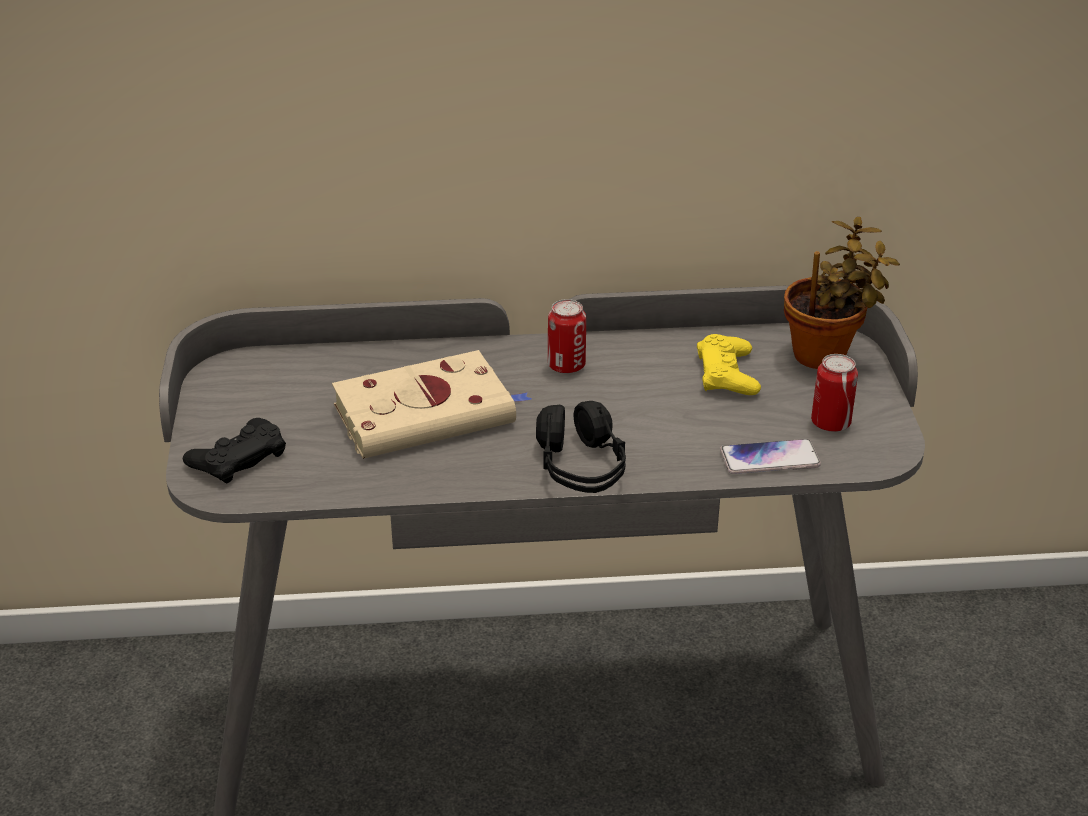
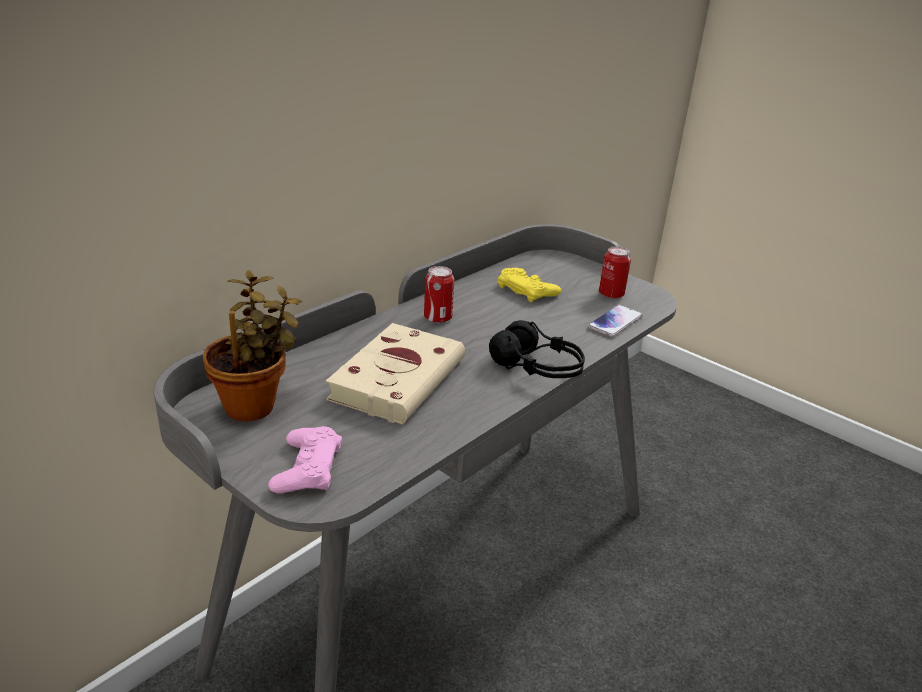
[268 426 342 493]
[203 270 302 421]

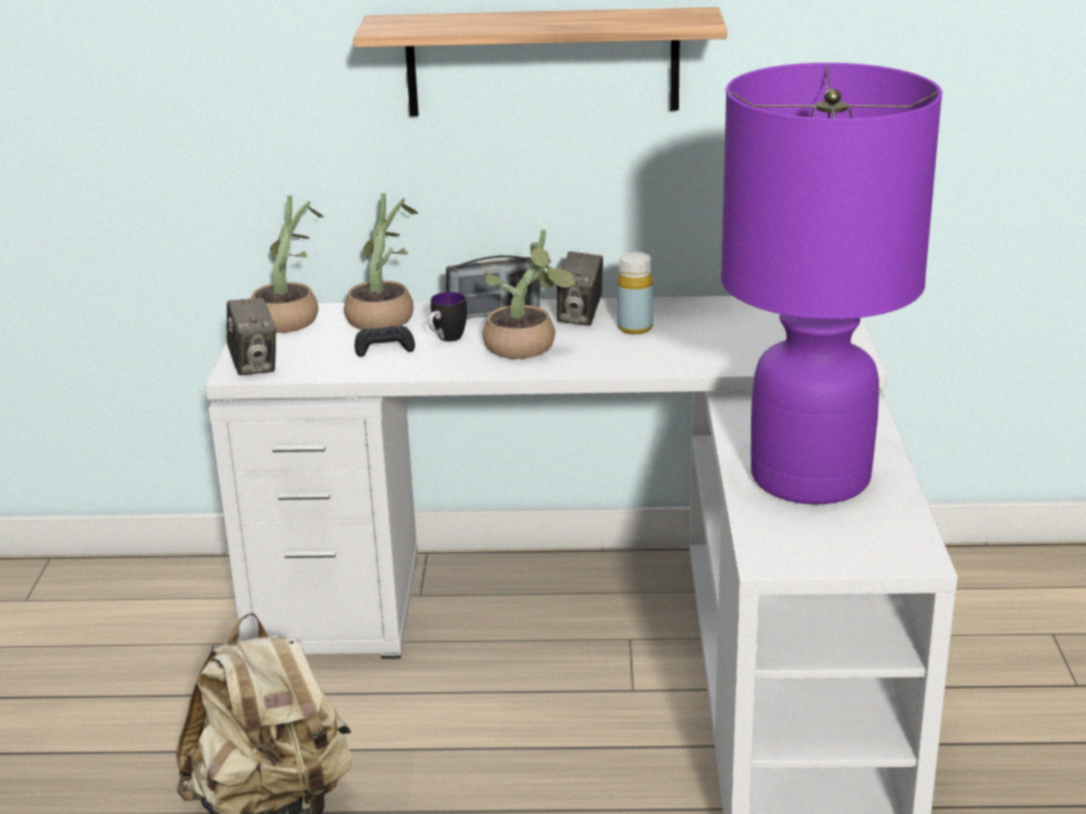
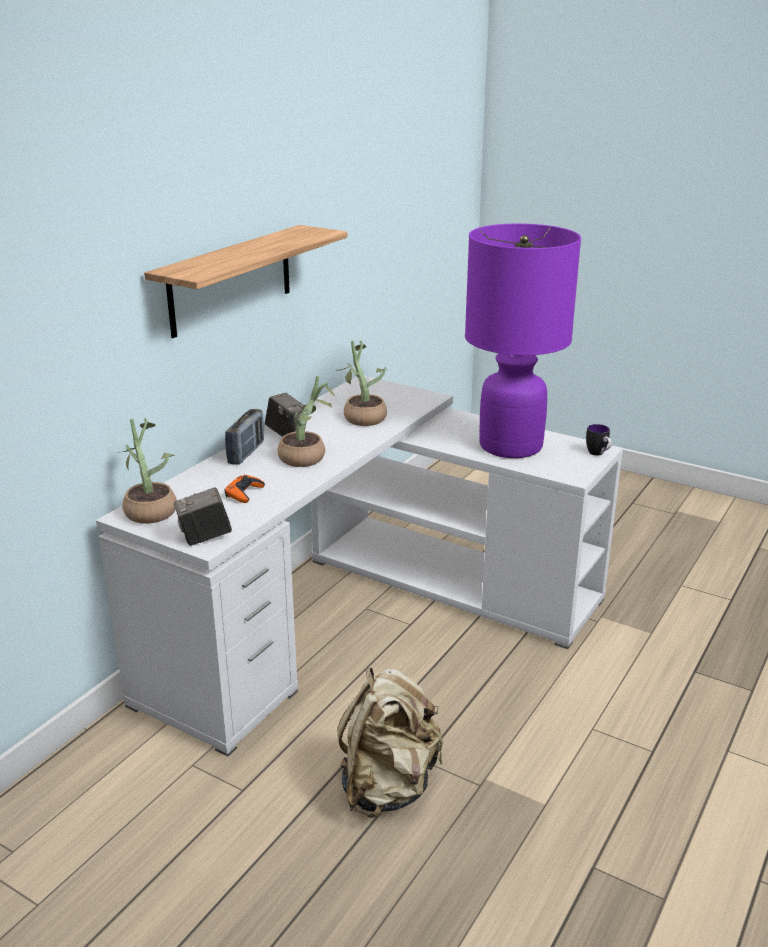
[174 487 232 546]
[340 341 387 426]
[224 475 265 503]
[586 424 612 456]
[617 252 653 334] (first image)

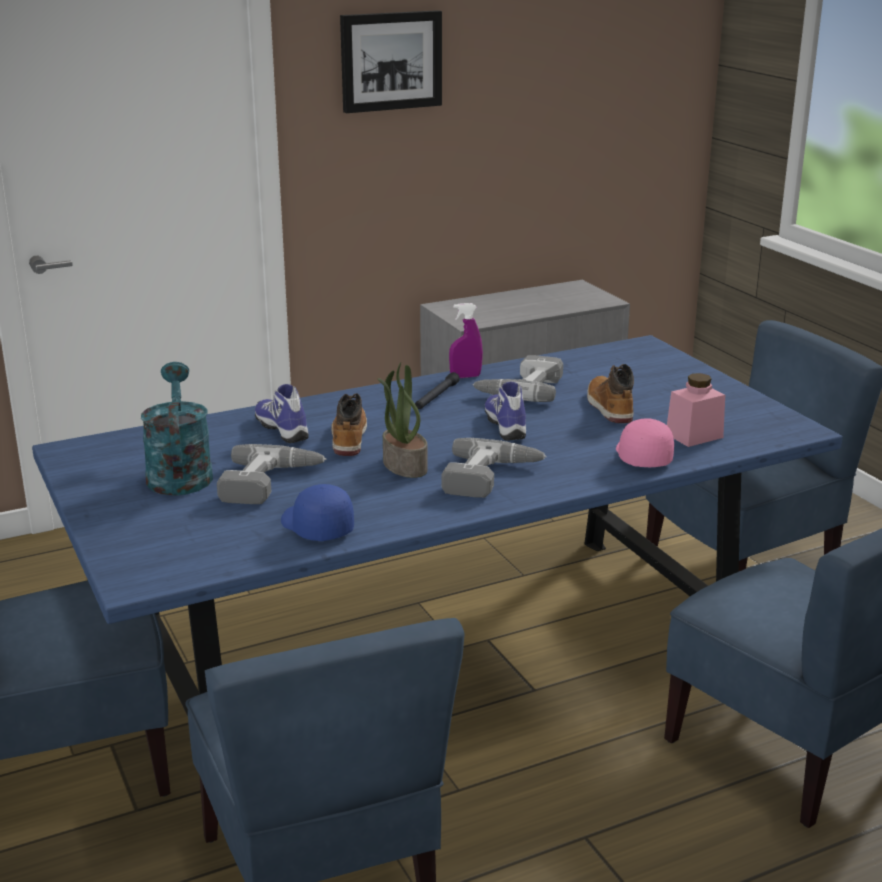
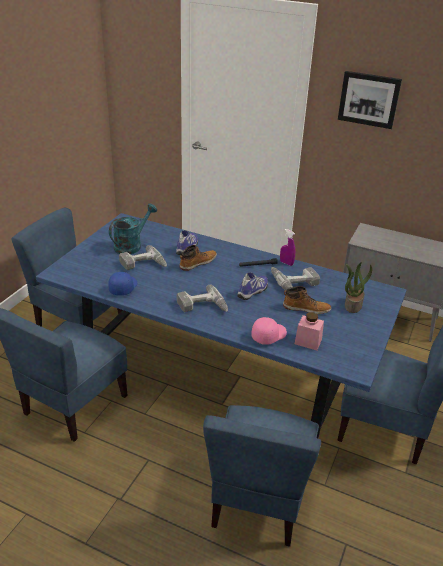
[345 262 372 313]
[283 286 331 314]

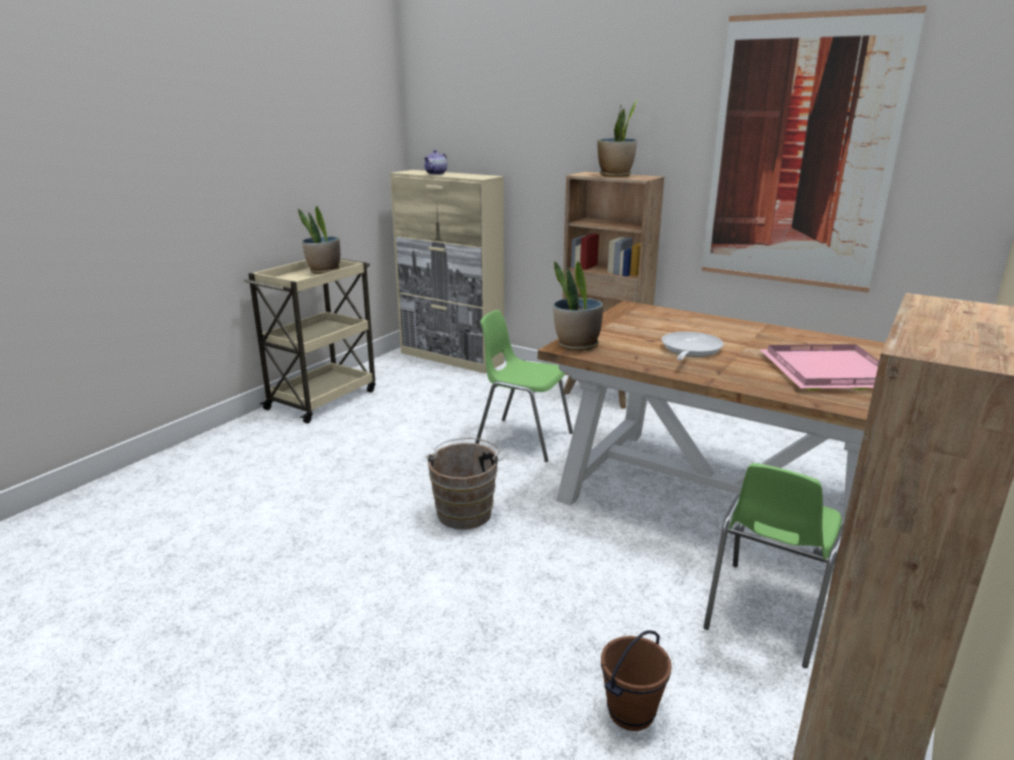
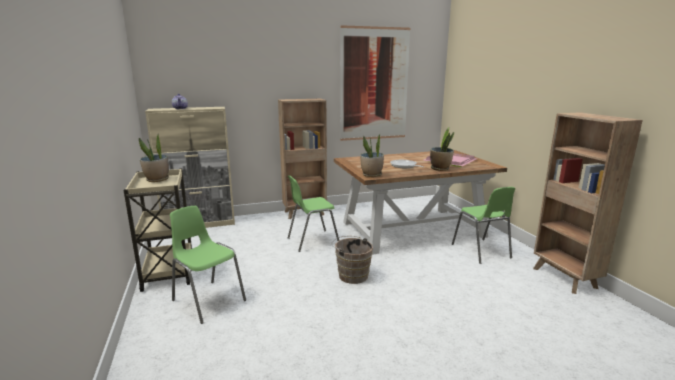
[430 127 454 171]
[601 630 672 731] (first image)
[170 206 246 324]

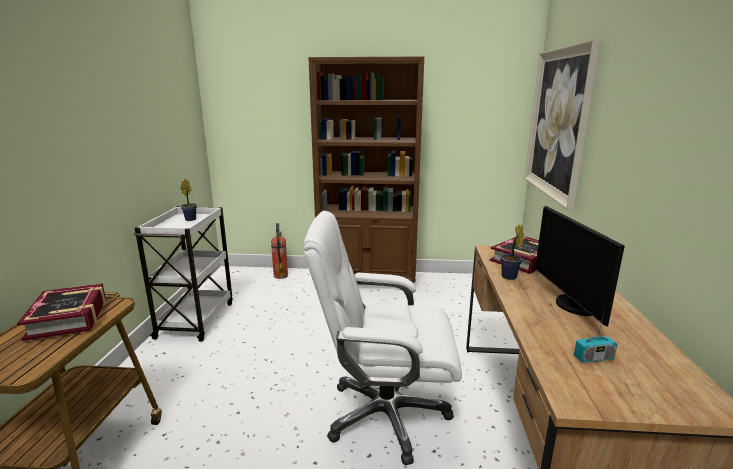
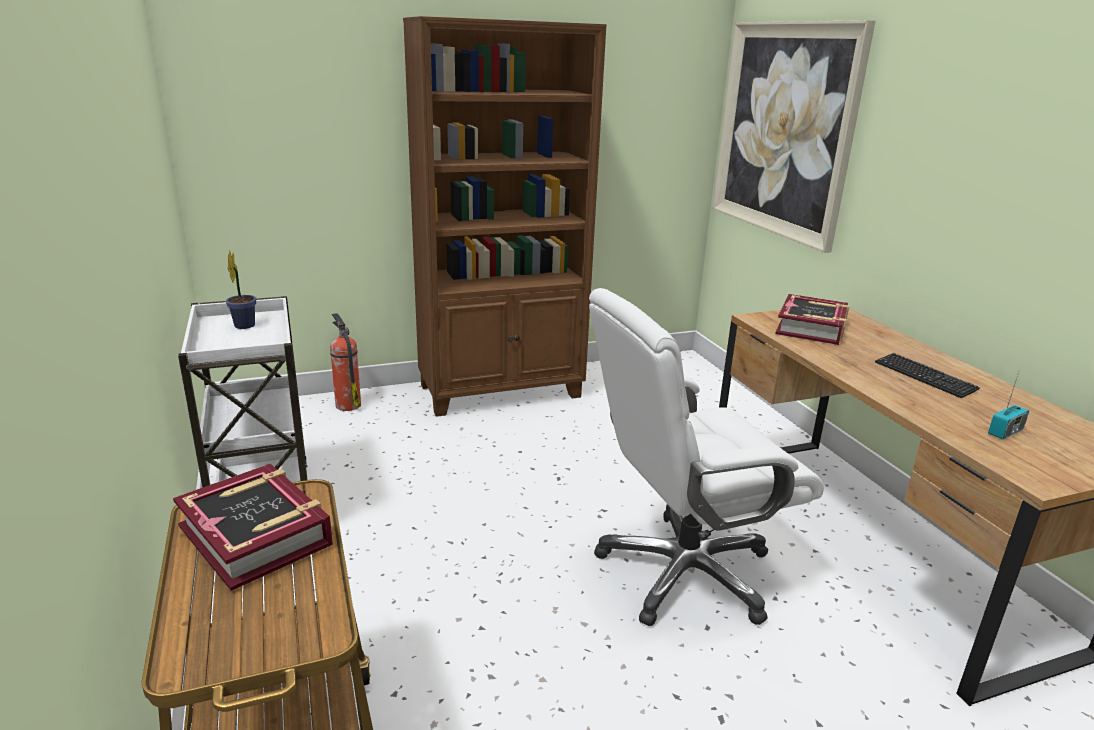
[500 224 524 280] (first image)
[875 353 980 398]

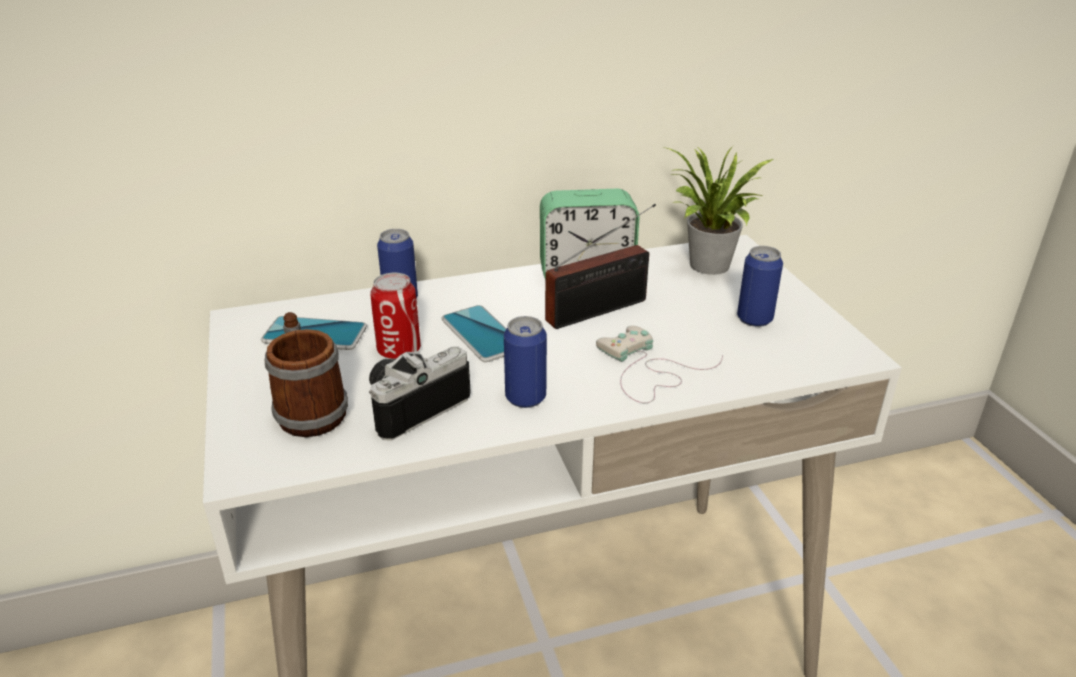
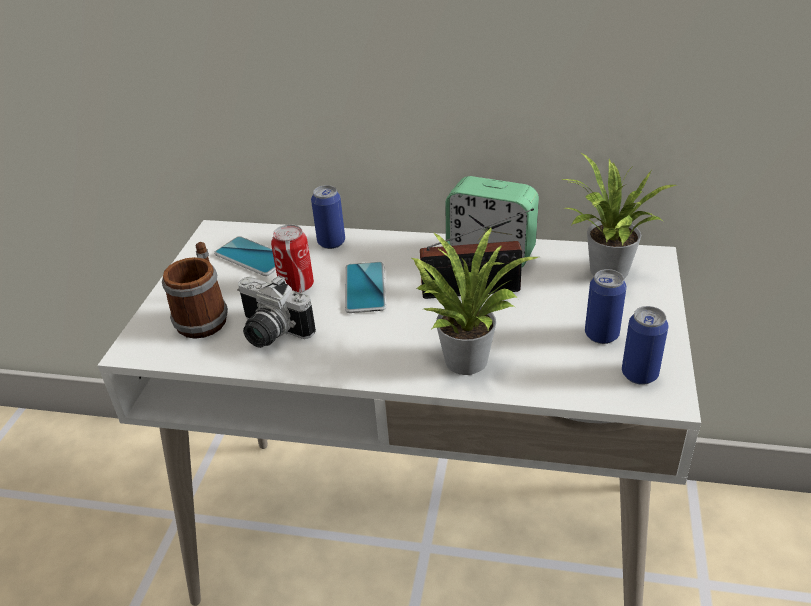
[237 276 316 348]
[622 306 669 385]
[410 227 538 375]

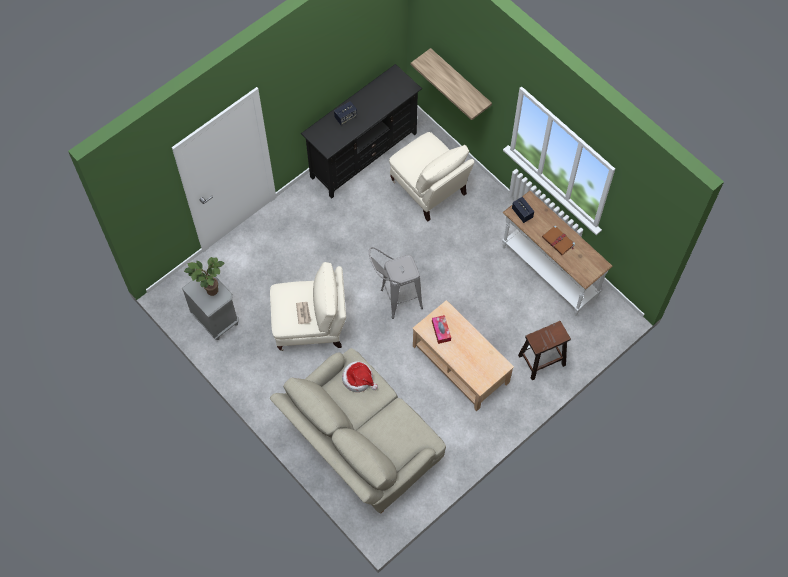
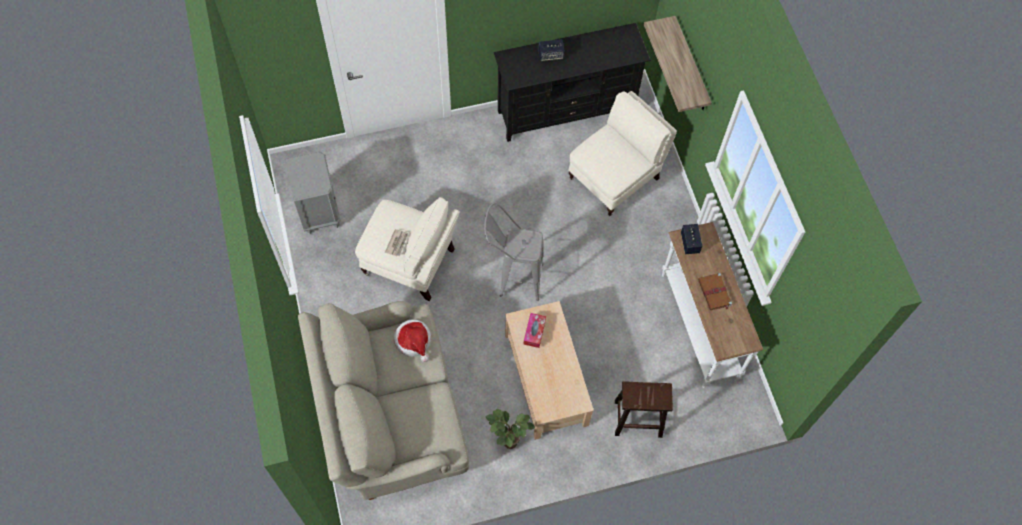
[486 409 535 449]
[568 91 677 216]

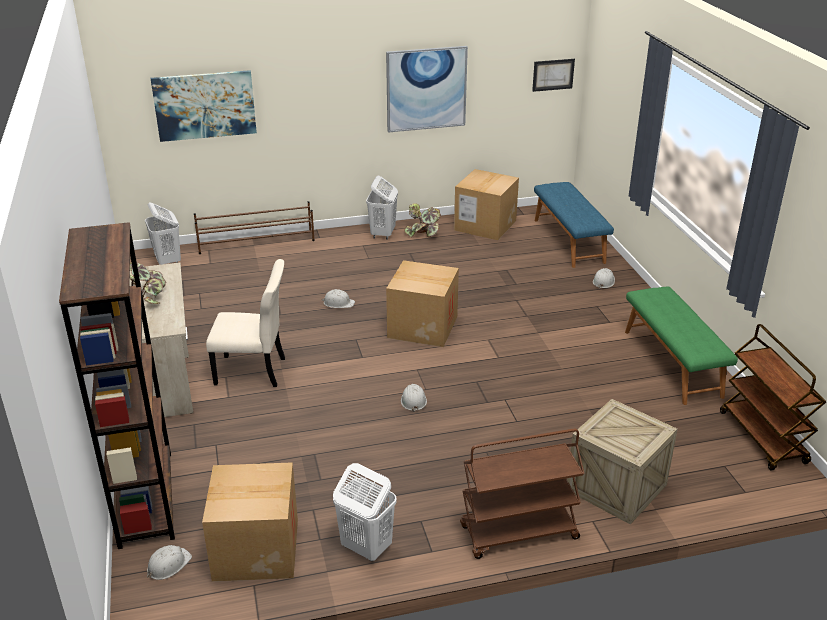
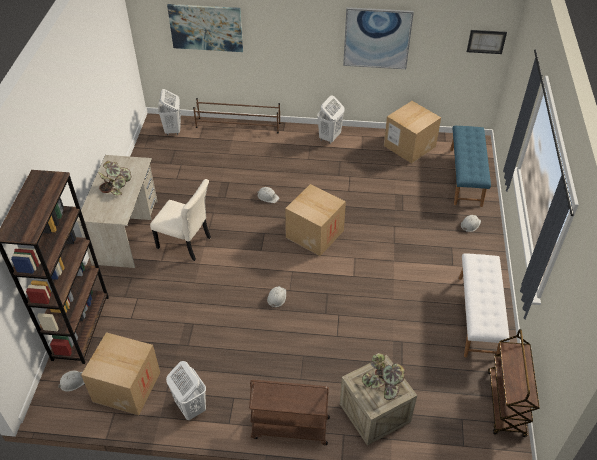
[362 353 405 400]
[459 253 510 358]

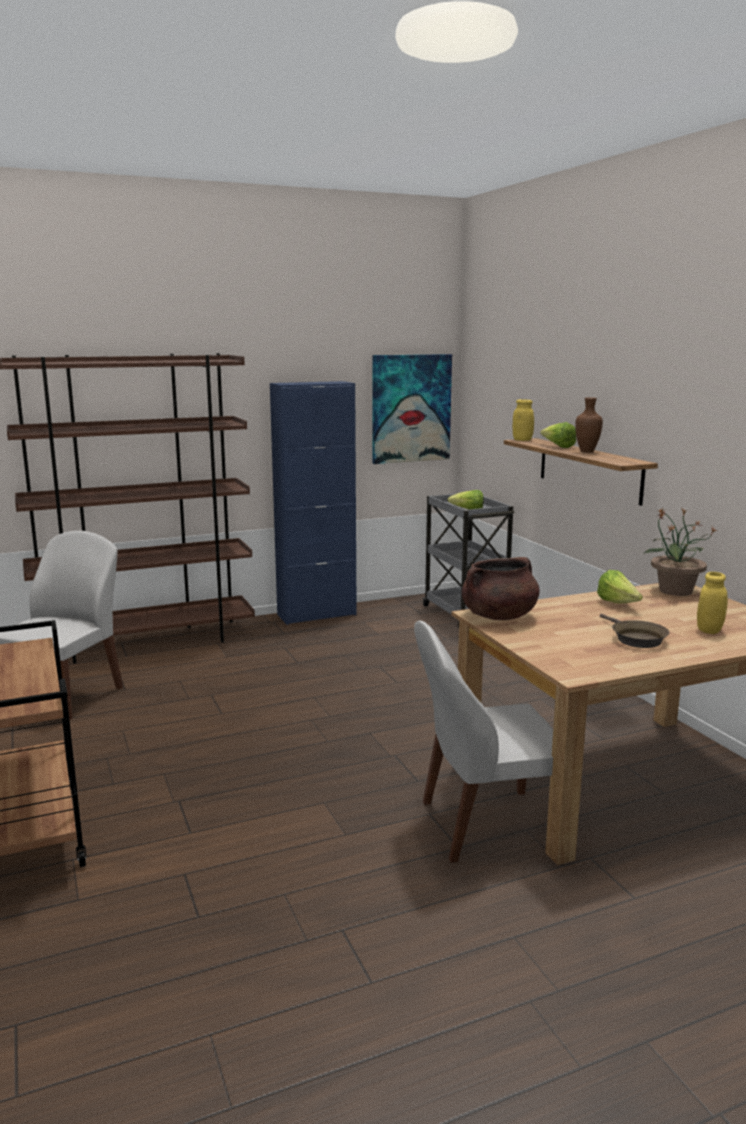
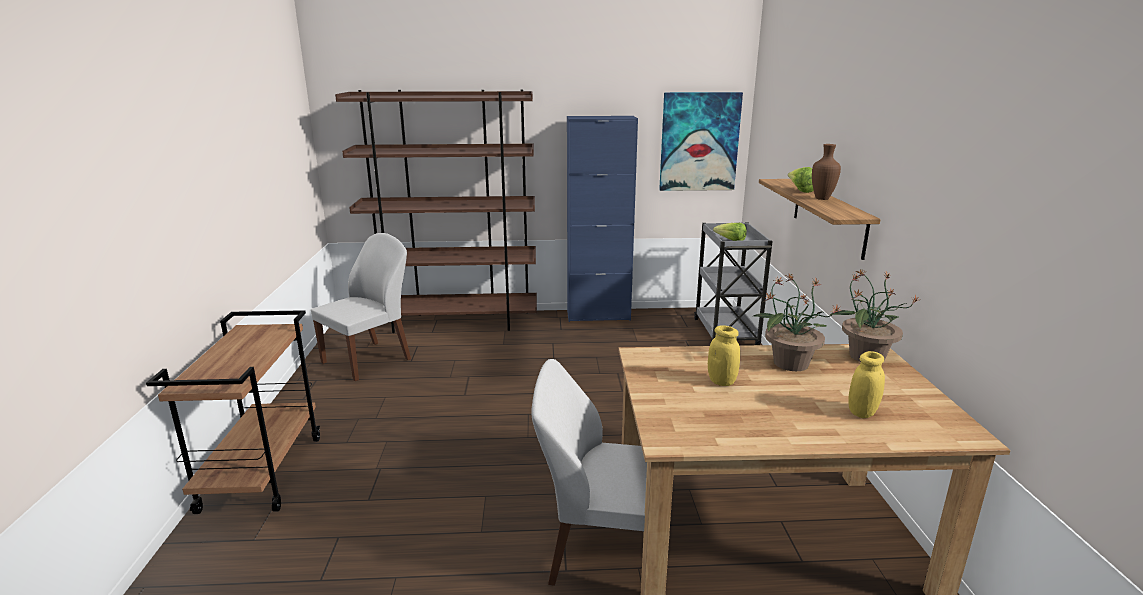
[462 557 540 620] (first image)
[708 325 740 386]
[754 274 842 371]
[600 614 669 648] (first image)

